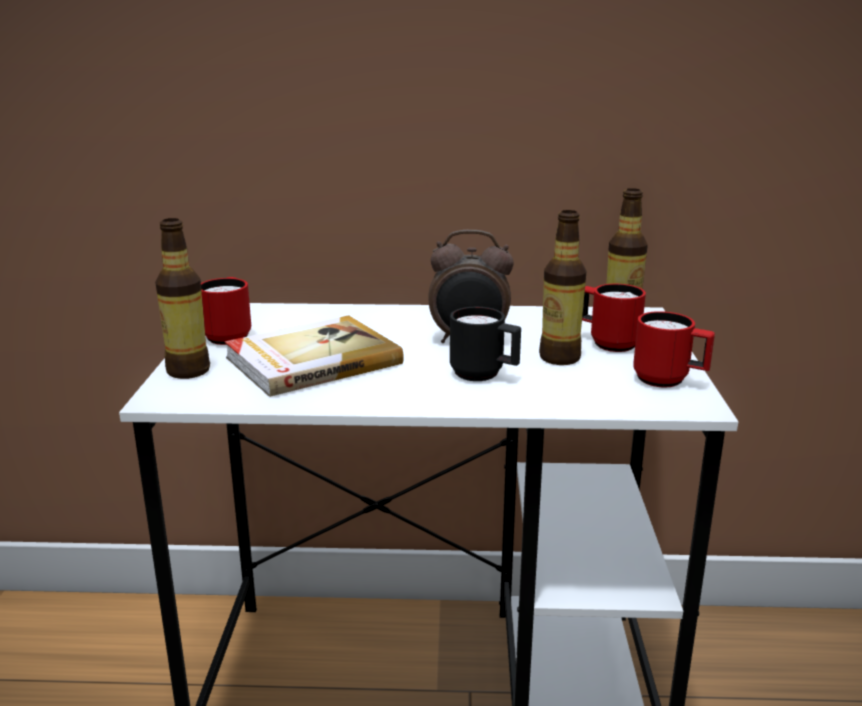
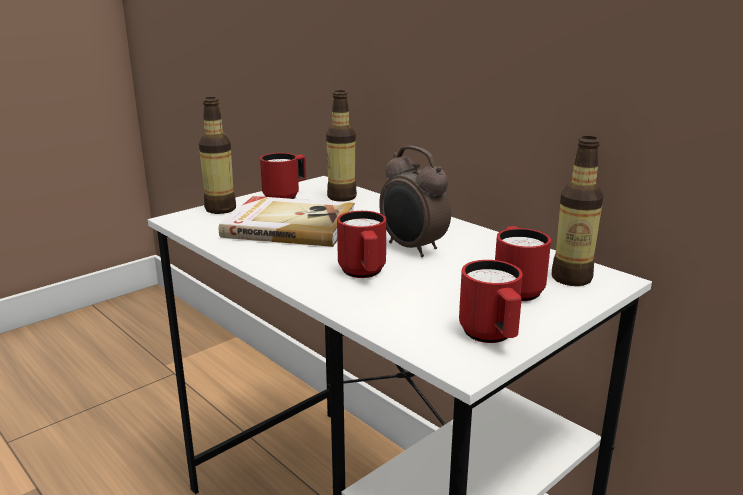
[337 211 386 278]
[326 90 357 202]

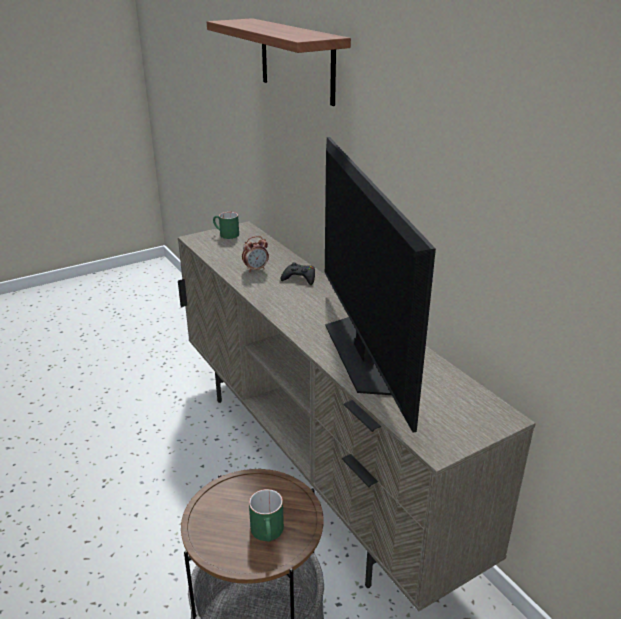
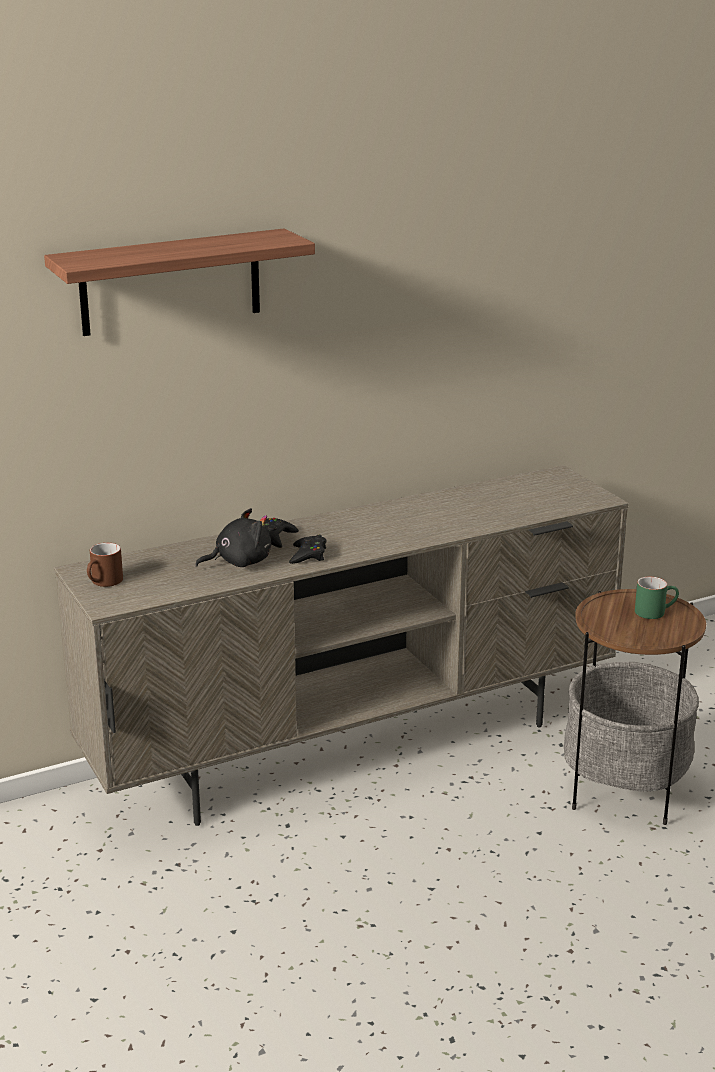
[87 543 123 587]
[195 508 271 567]
[325 137 436 432] (first image)
[289 535 326 564]

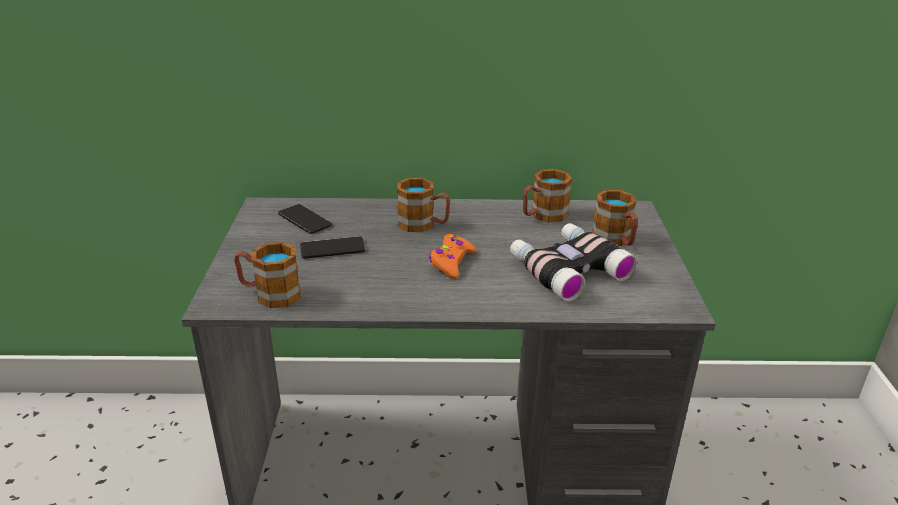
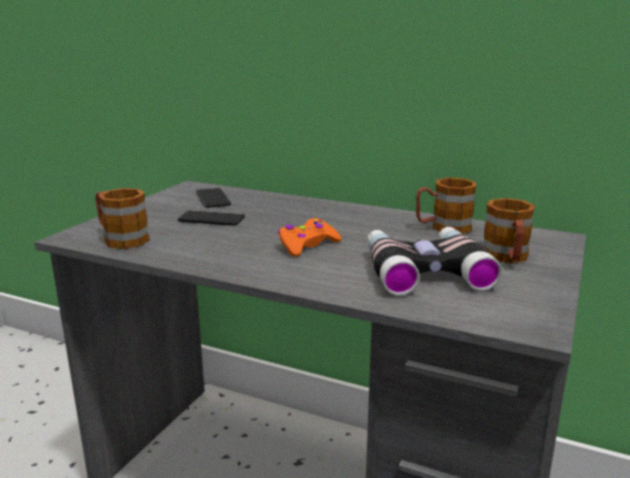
[397 178 450 232] (first image)

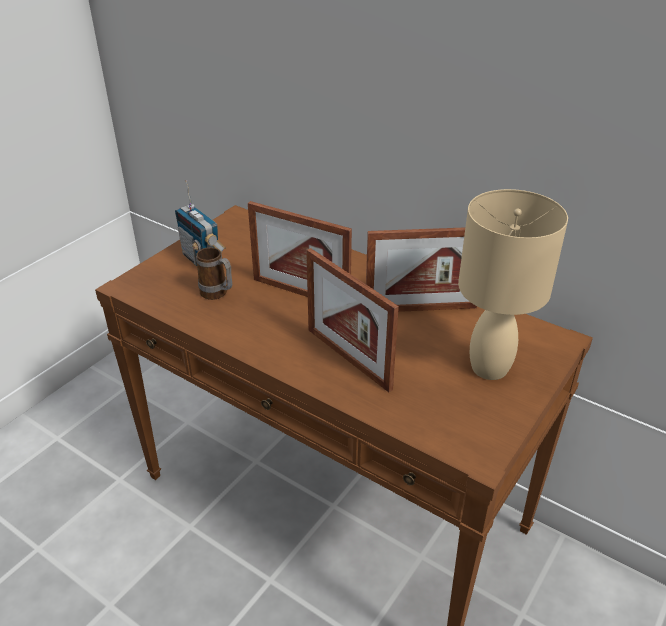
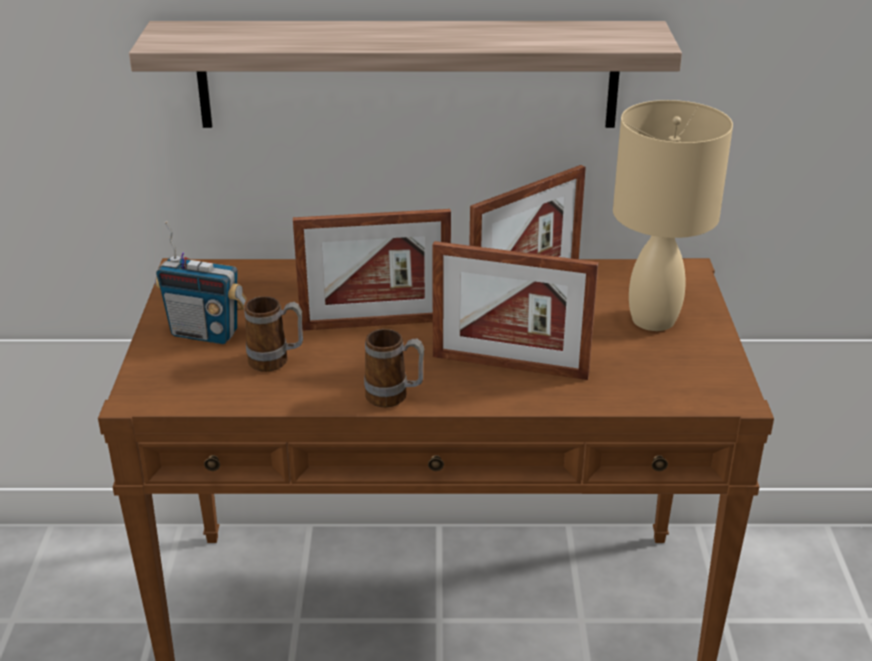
[129 21 682 128]
[364 329 424 407]

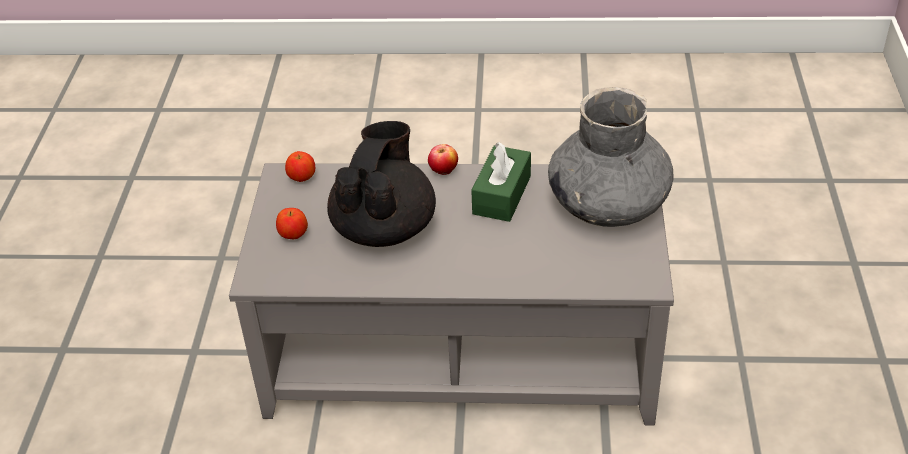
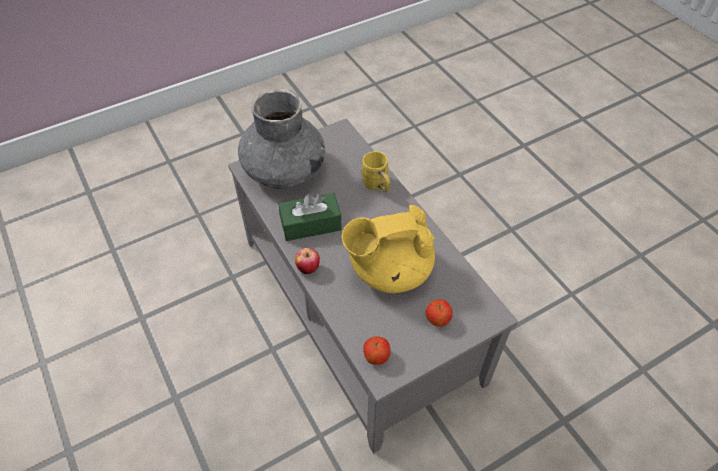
[342 205 435 293]
[361 151 390 192]

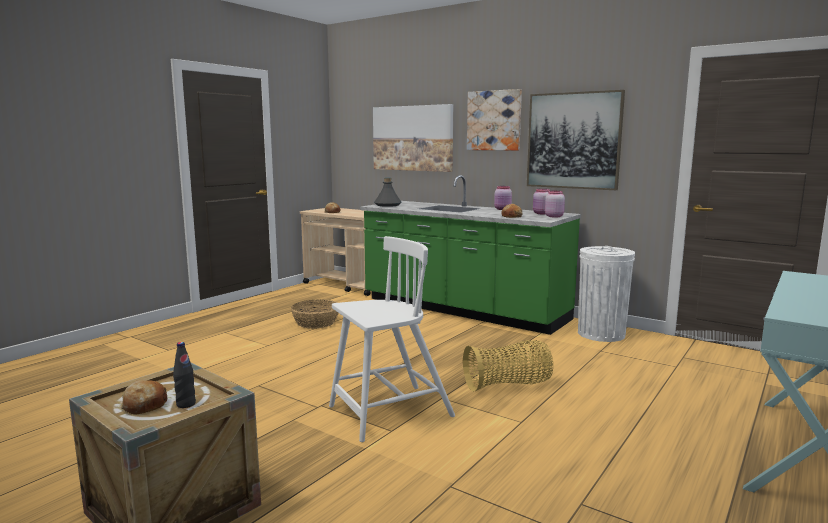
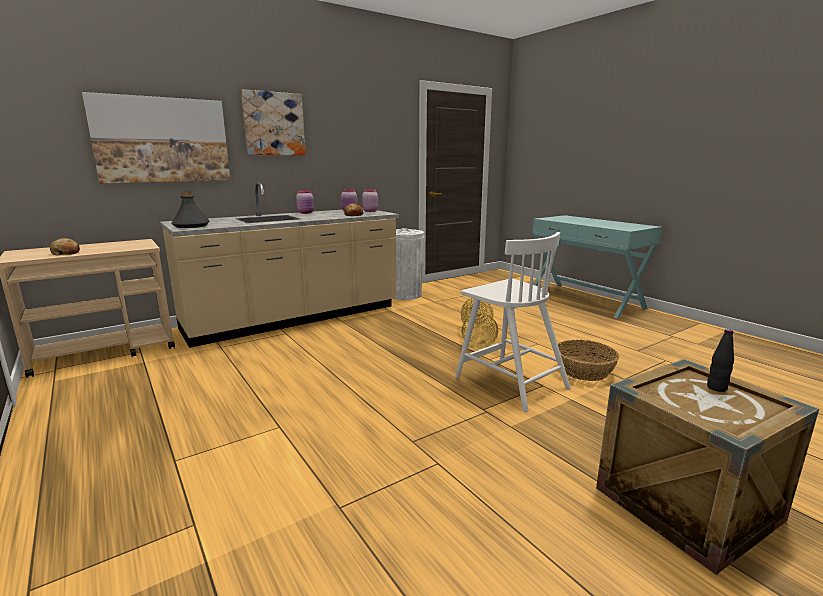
[121 380 167 414] (first image)
[558 340 619 381]
[455 232 571 412]
[160 182 399 348]
[527 90 625 190] (first image)

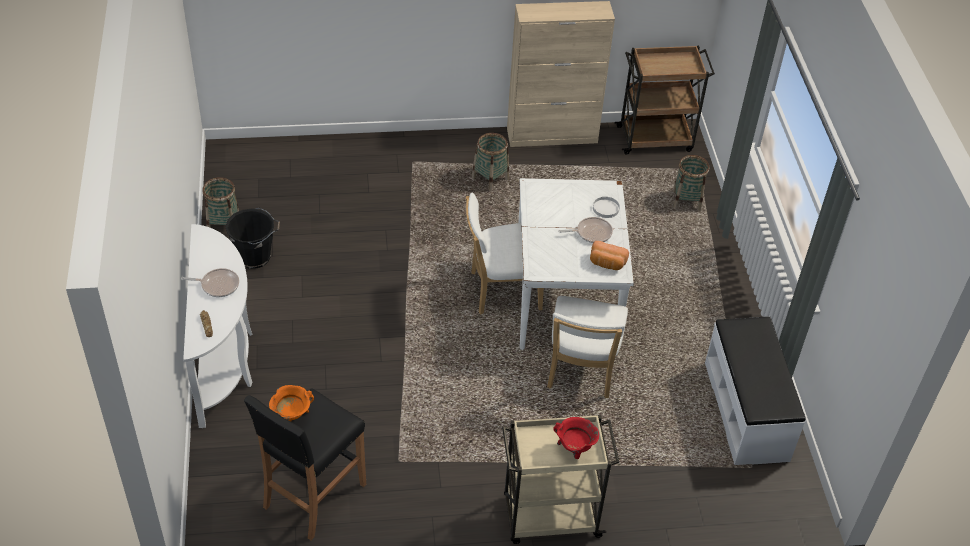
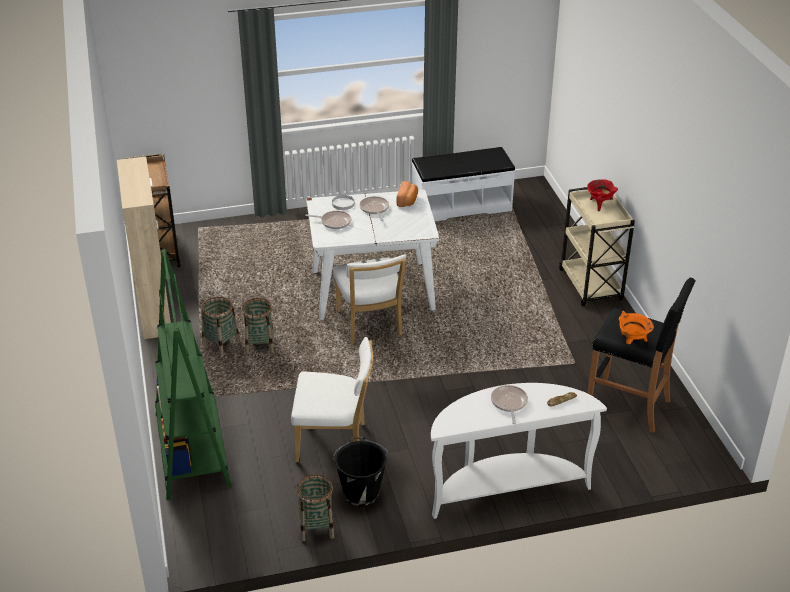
[291 337 373 462]
[242 298 274 354]
[155 249 232 500]
[305 211 351 229]

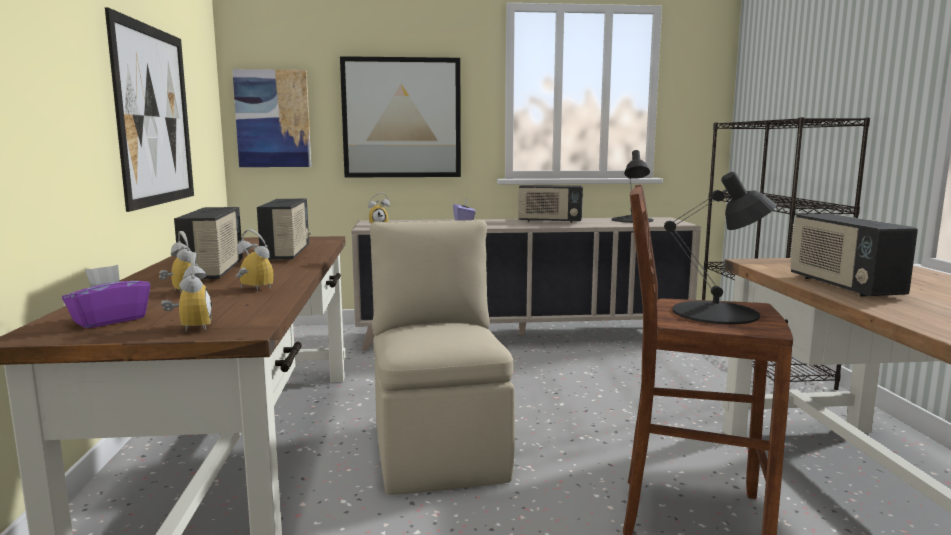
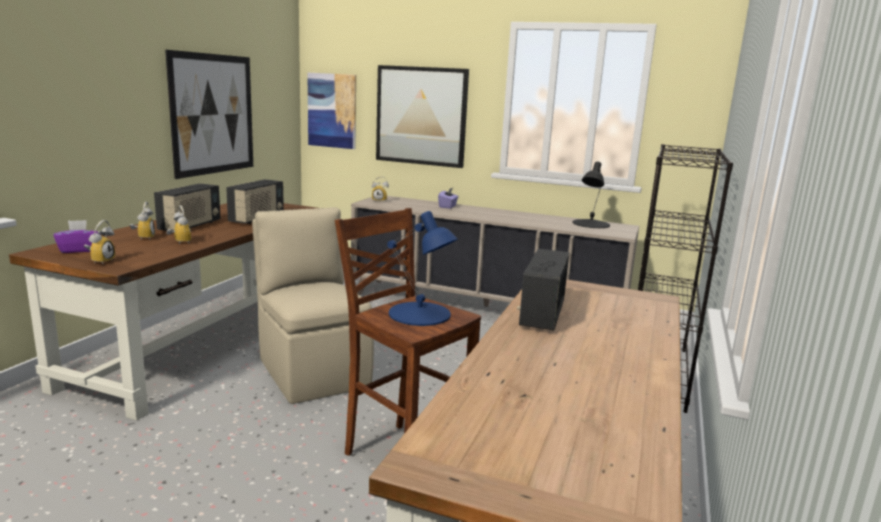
[252 207 374 404]
[518 185 583 223] (first image)
[387 211 458 326]

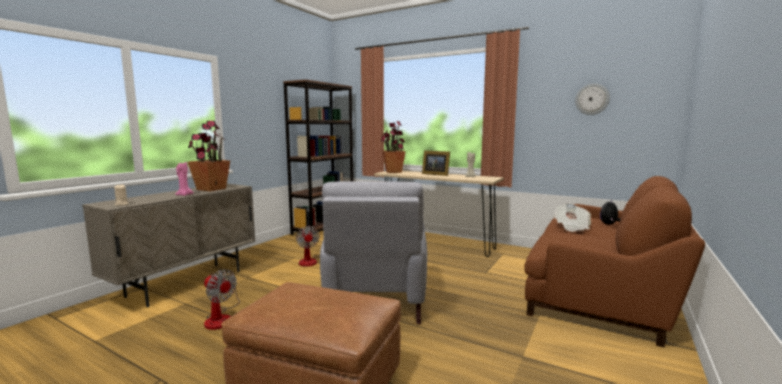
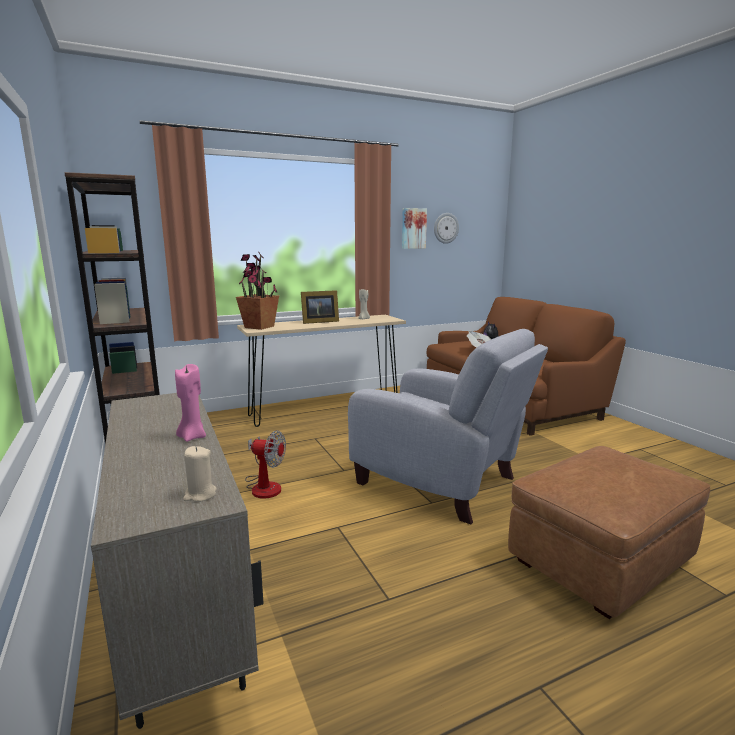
[188 121 230 191] (first image)
[204 269 240 330] (first image)
[402 208 427 249]

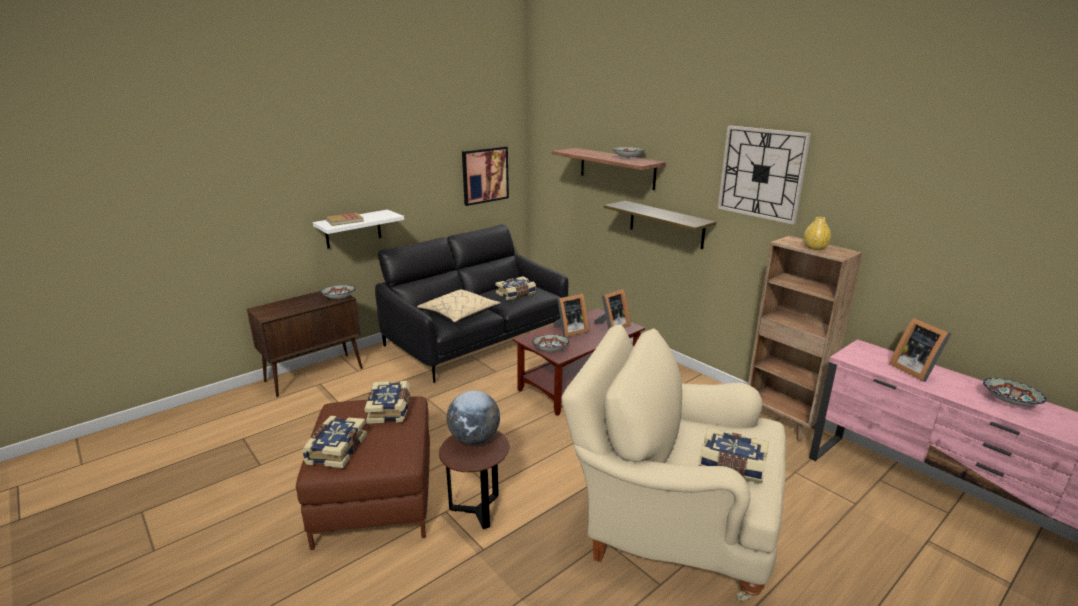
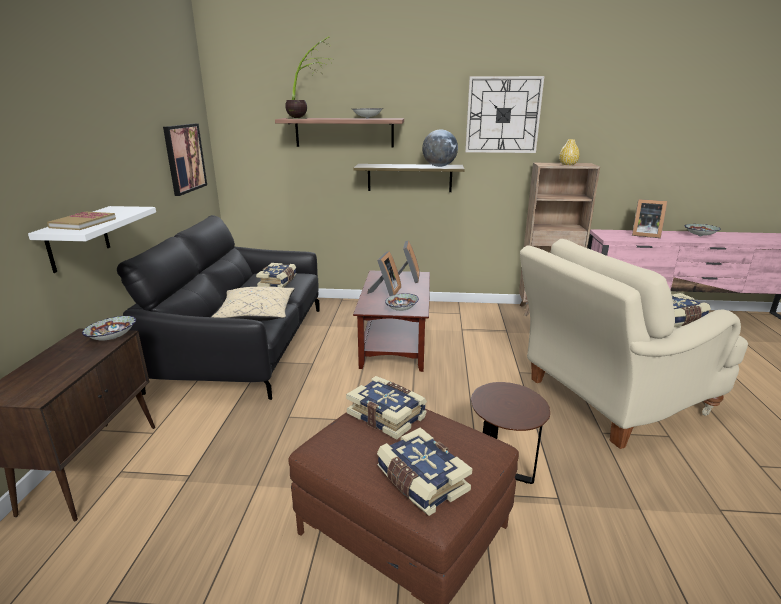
[422 129 458 167]
[285 37 332 119]

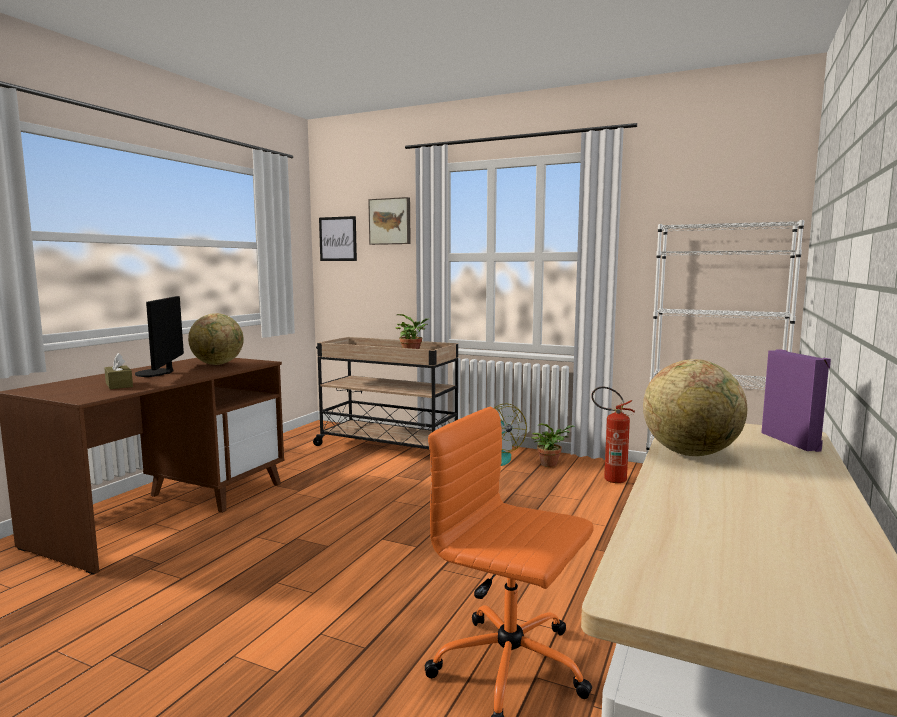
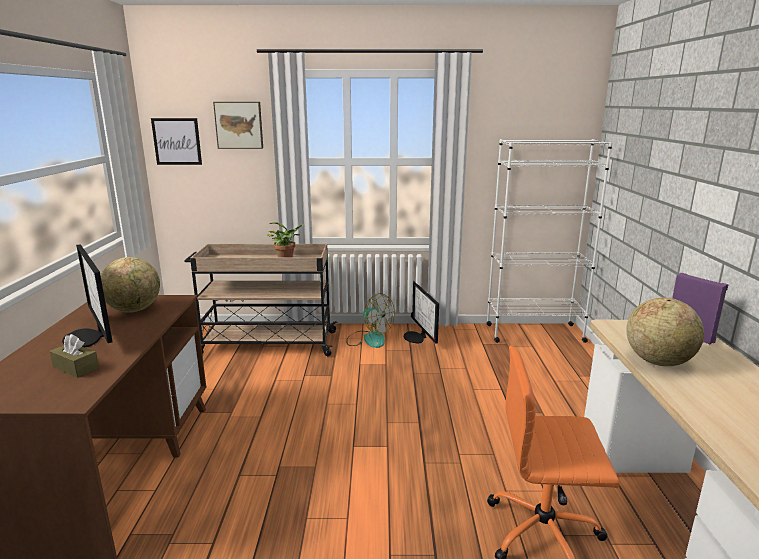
[404 281 439 344]
[591 387 635 483] (first image)

